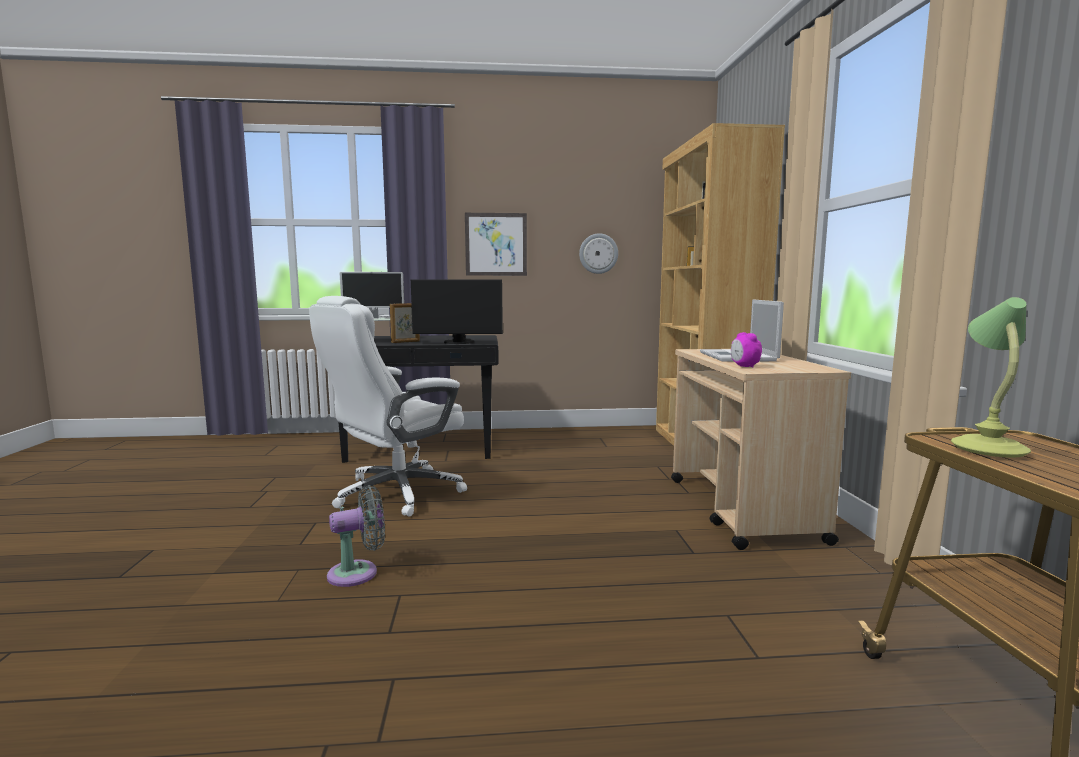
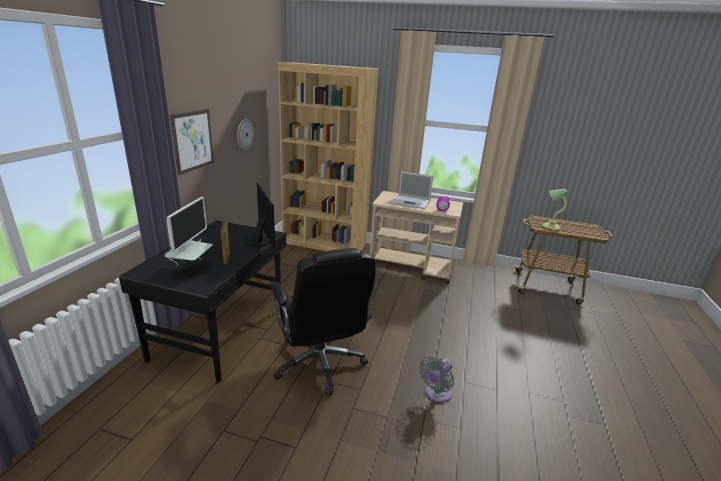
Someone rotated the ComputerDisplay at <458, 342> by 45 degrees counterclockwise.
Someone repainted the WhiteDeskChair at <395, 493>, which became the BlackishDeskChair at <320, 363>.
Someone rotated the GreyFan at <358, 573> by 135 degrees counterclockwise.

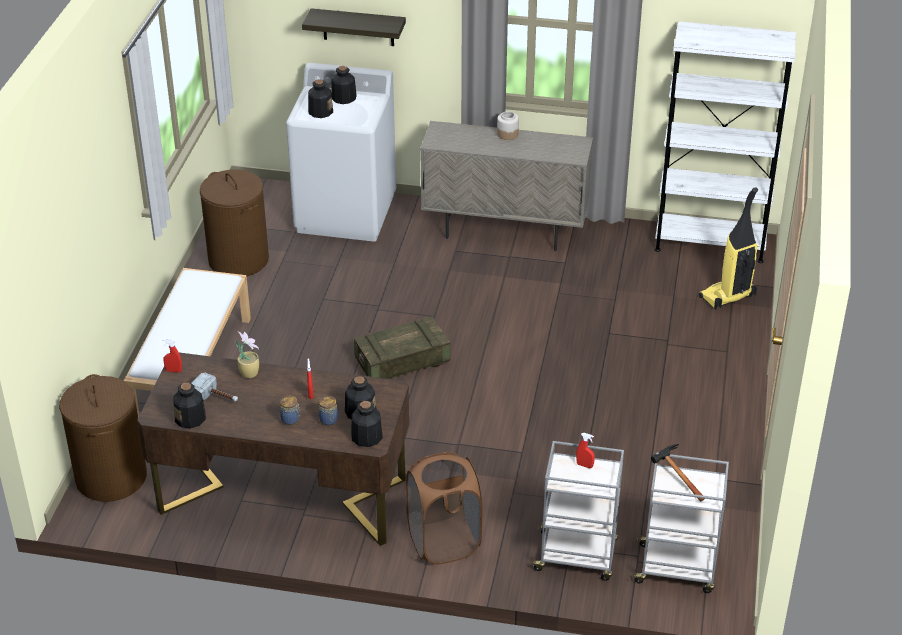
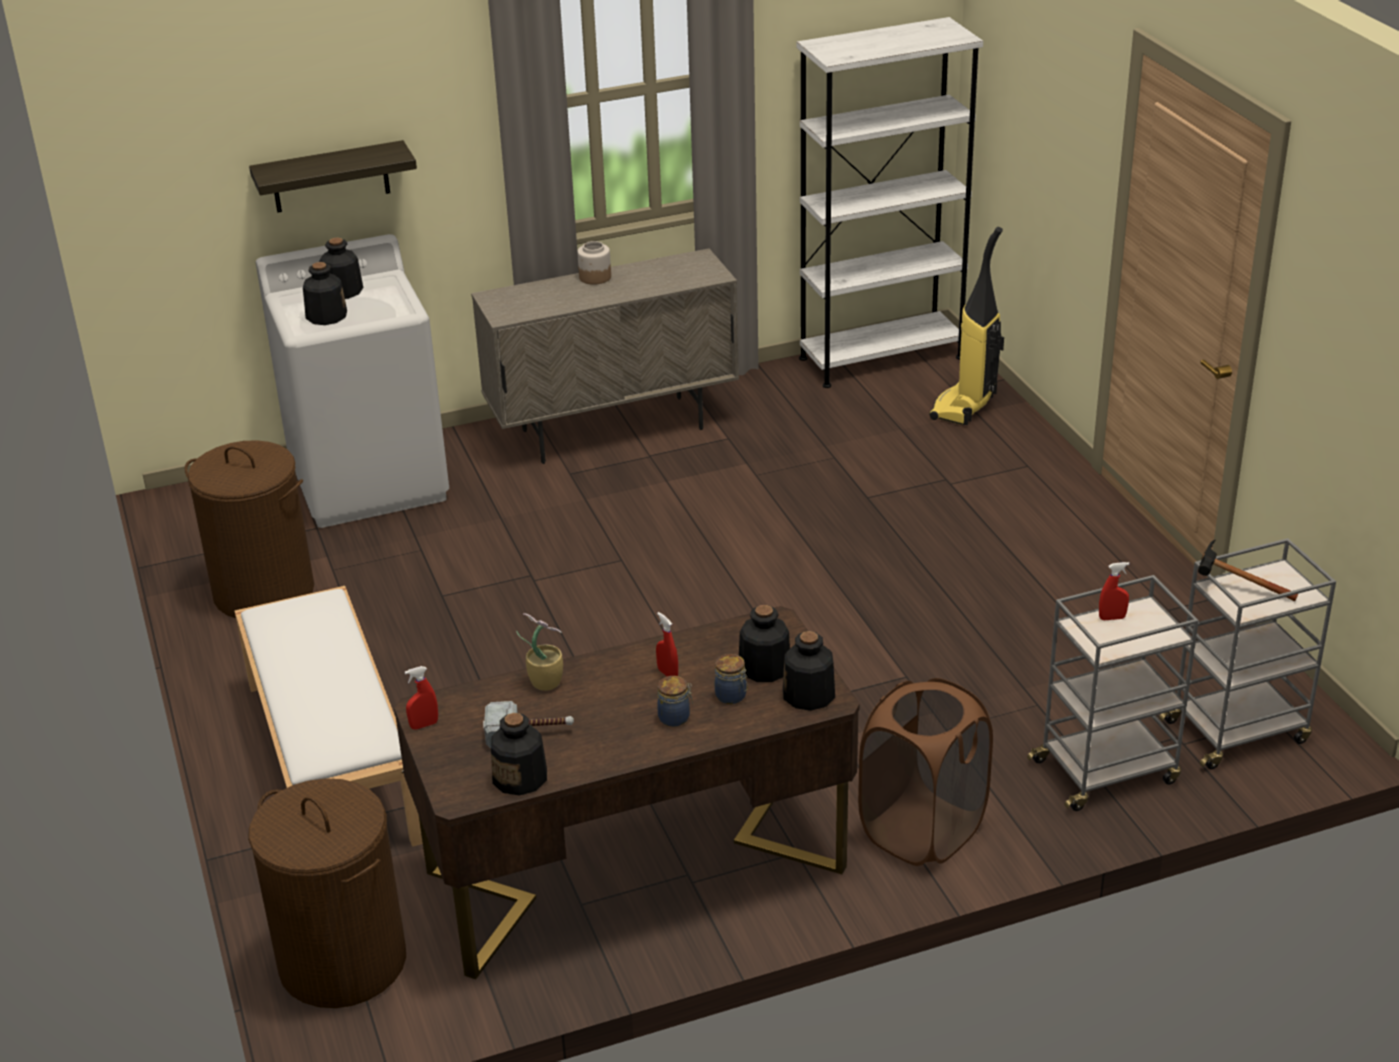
Someone took away the Crate at <402, 362>.

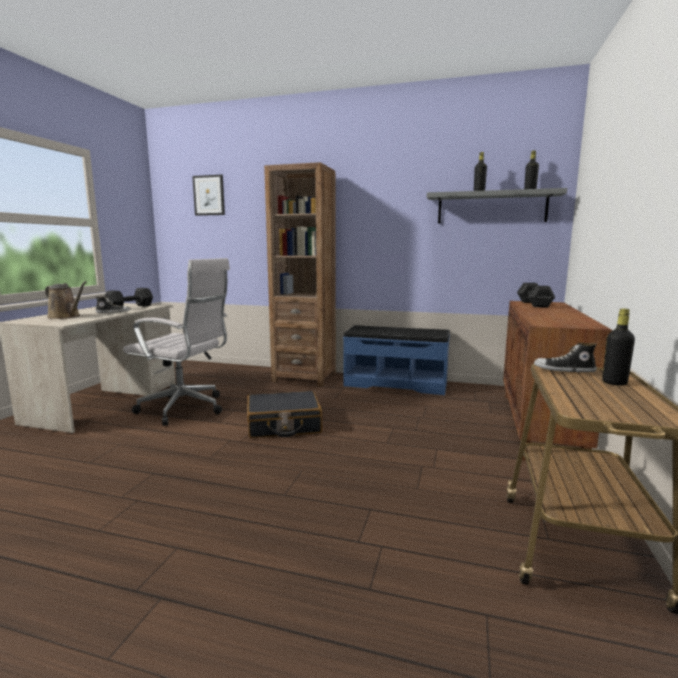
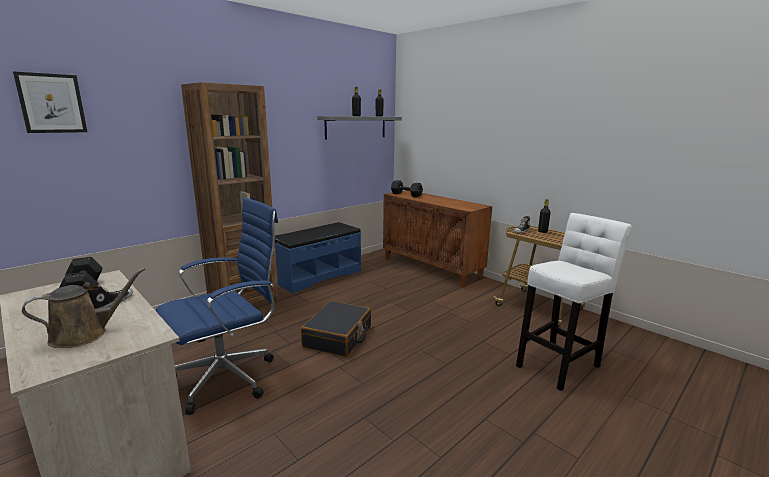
Someone repainted the WhiteDeskChair at <186, 409>, which became the BlueColouredDeskChair at <229, 377>.
Someone put down the WhiteStoolSeat at <560, 364>.

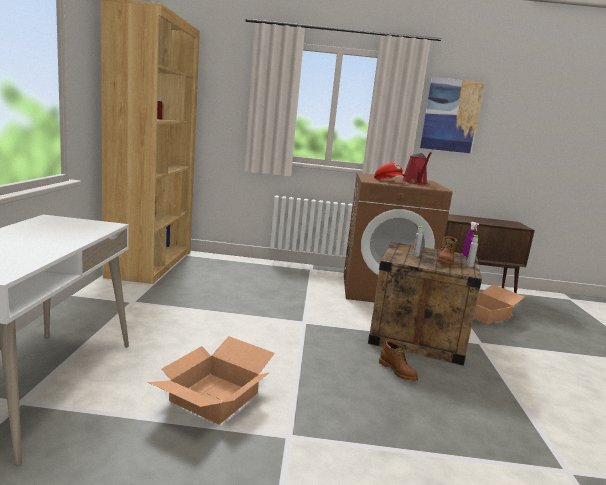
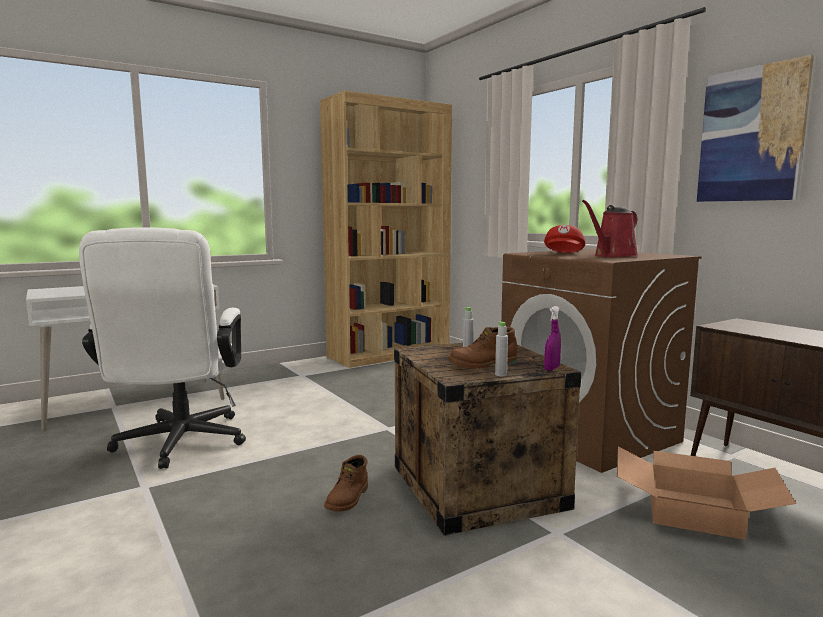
Someone swapped the CardboardBox at <214, 398> for the WhiteDeskChair at <178, 445>.

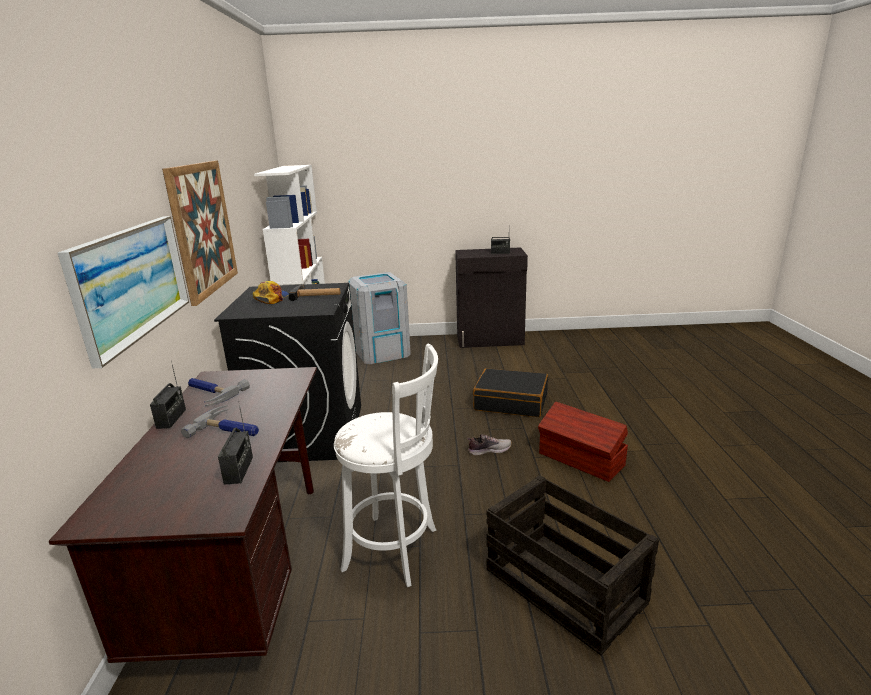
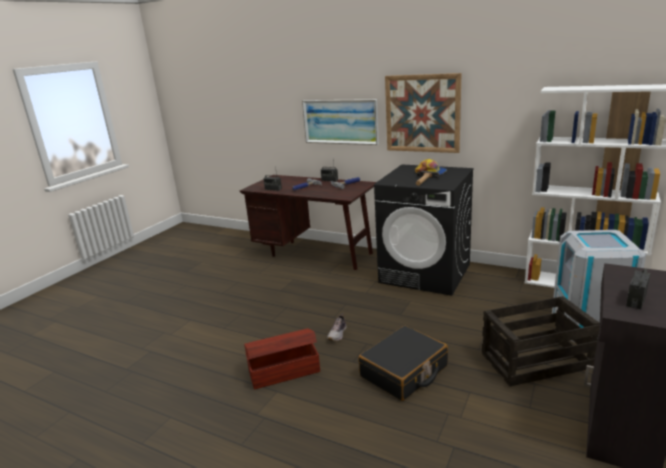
Someone carried the Crate from <563, 586> to <536, 360>.
Someone took away the WhiteStoolSeat at <396, 550>.

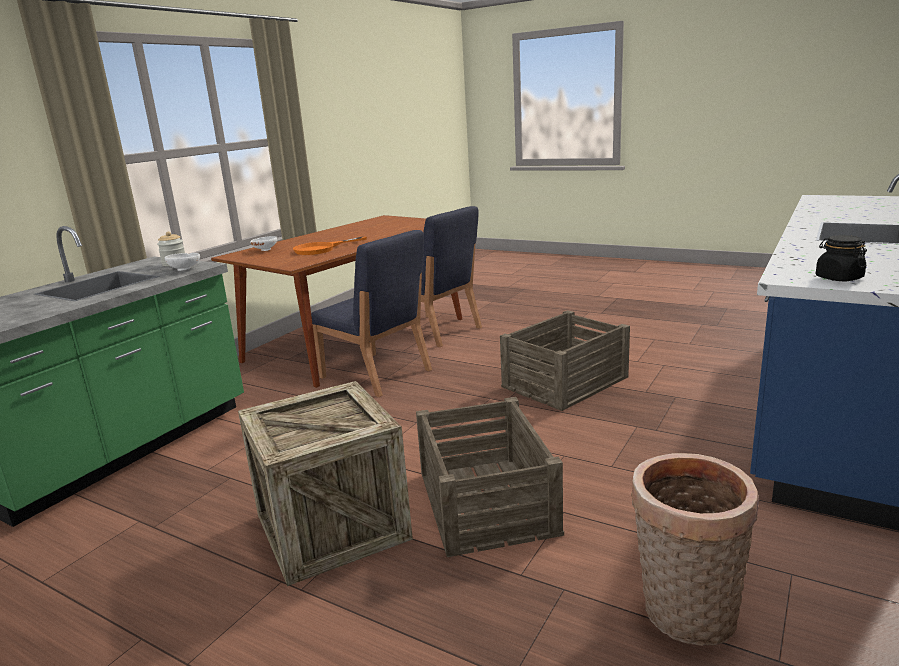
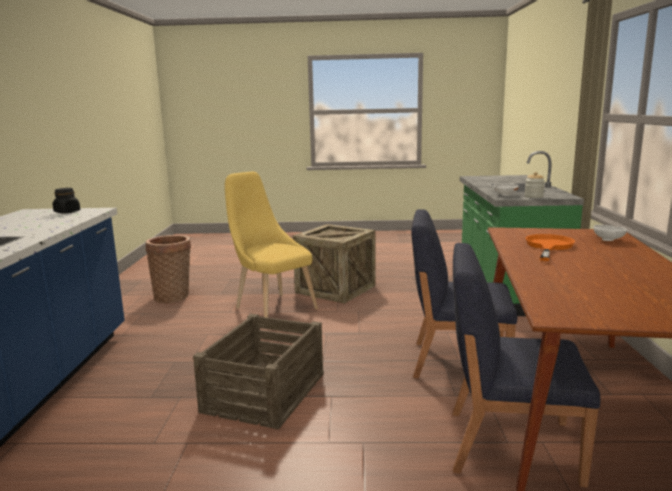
Someone swapped the Crate at <485, 503> for the YellowColouredUprightChair at <272, 307>.

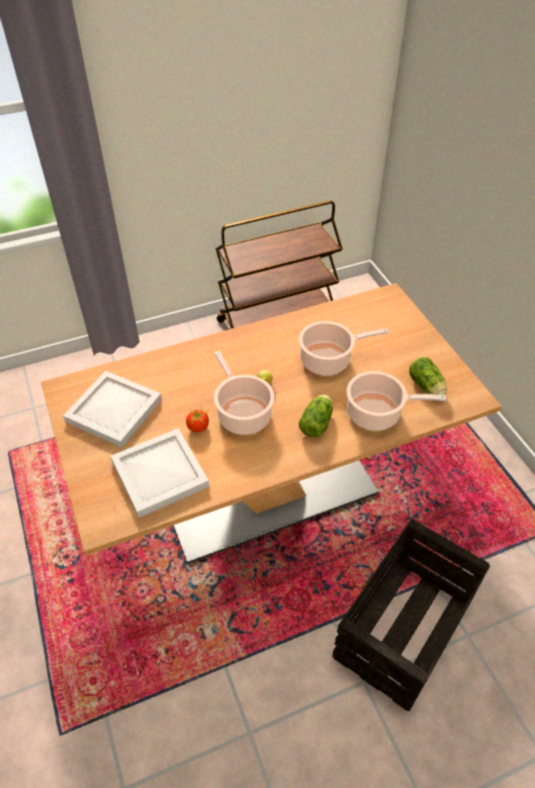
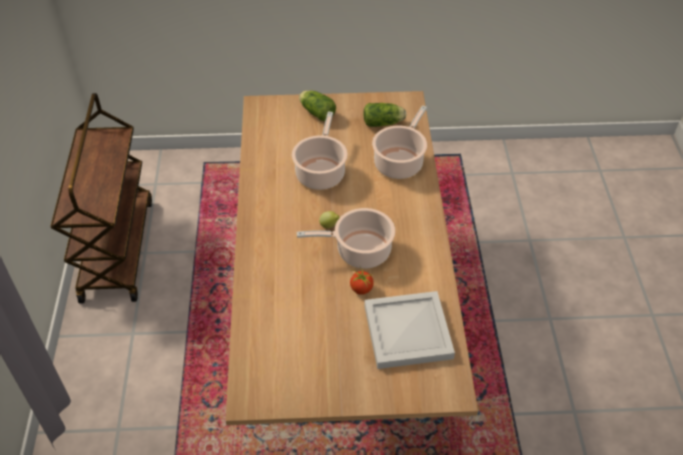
Someone carried the LettuceHead from <317, 422> to <316, 112>.
Someone took away the WhiteServingTray at <114, 409>.
Someone took away the Crate at <404, 626>.

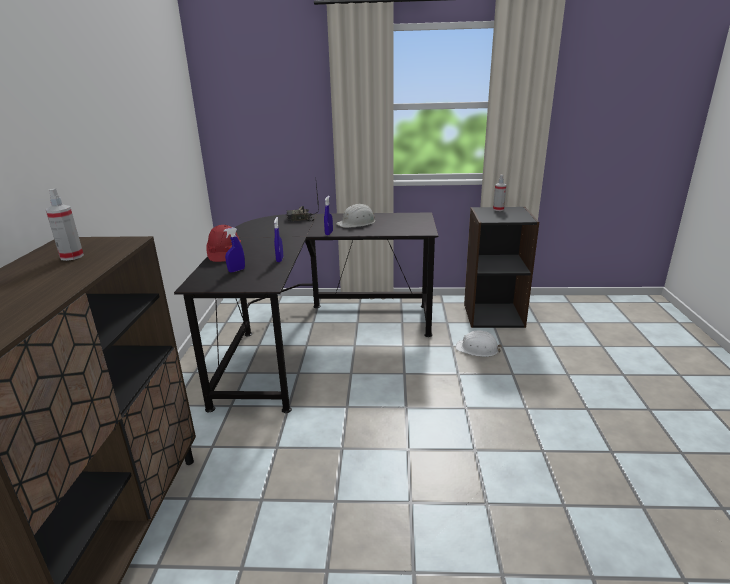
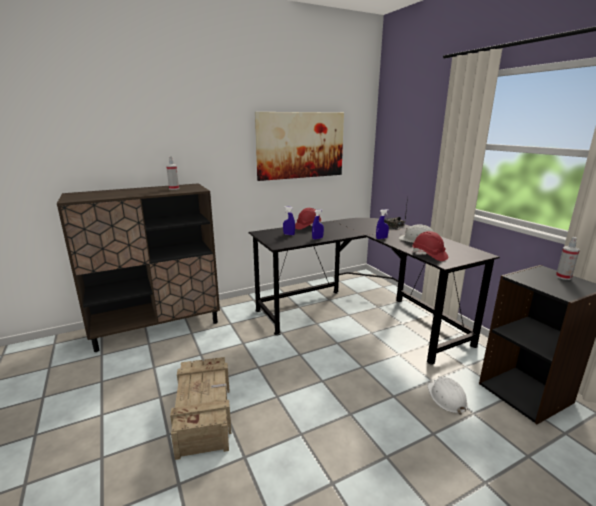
Someone put down the Crate at <204, 413>.
Someone put up the WallPicture at <300, 145>.
Someone put down the RedSafetyHelmet at <429, 255>.

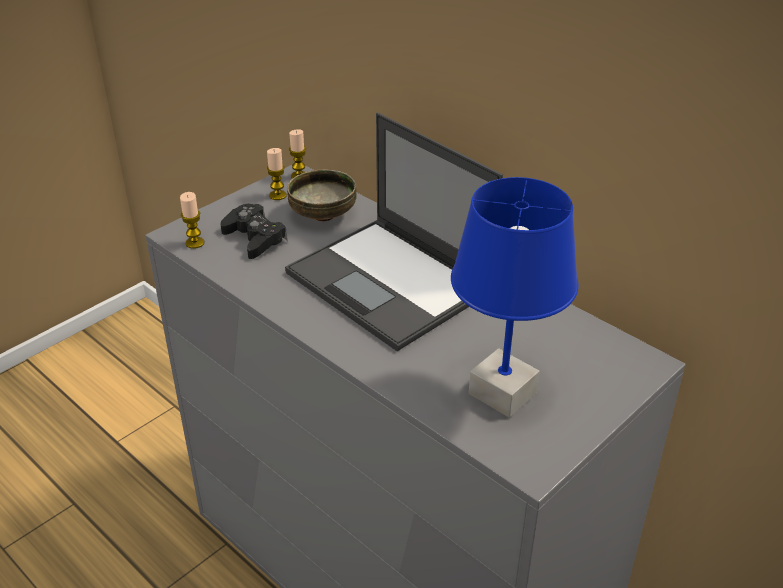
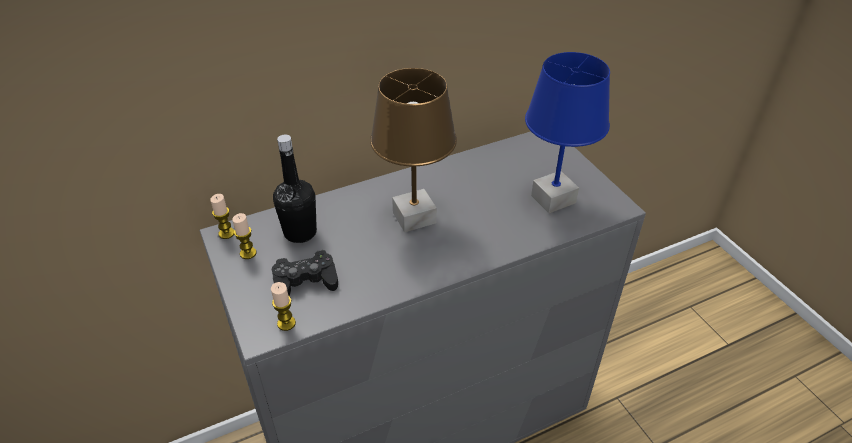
Someone swapped the ServingBowl at <323, 215> for the BlackishDrinkBottle at <300, 232>.
Someone swapped the NotebookComputer at <391, 283> for the BrownTabletopLamp at <414, 217>.

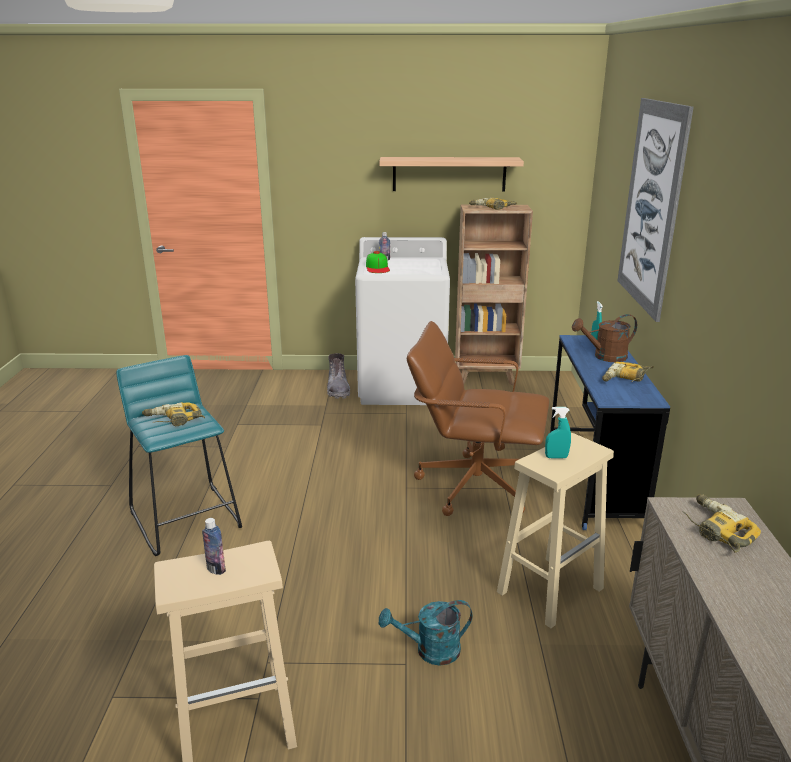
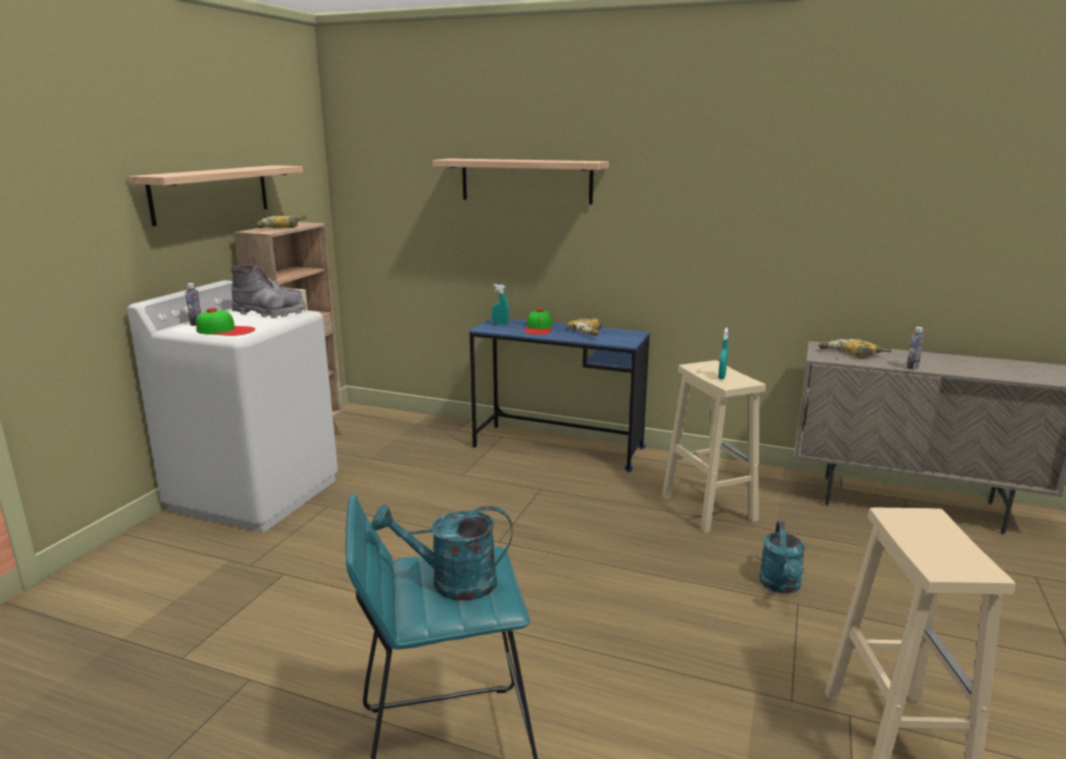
Someone carried the GreyTallBoot from <338, 390> to <269, 313>.
Someone swapped the PowerDrill at <174, 420> for the TurquoiseColouredWateringPot at <451, 582>.
Someone swapped the WallPicture at <651, 206> for the BracketShelf at <526, 181>.
Someone swapped the BrownWateringPot at <605, 357> for the PeakedCap at <539, 328>.
Someone carried the DrinkBottle from <216, 569> to <912, 367>.
Someone took away the BrownDeskChair at <474, 486>.

